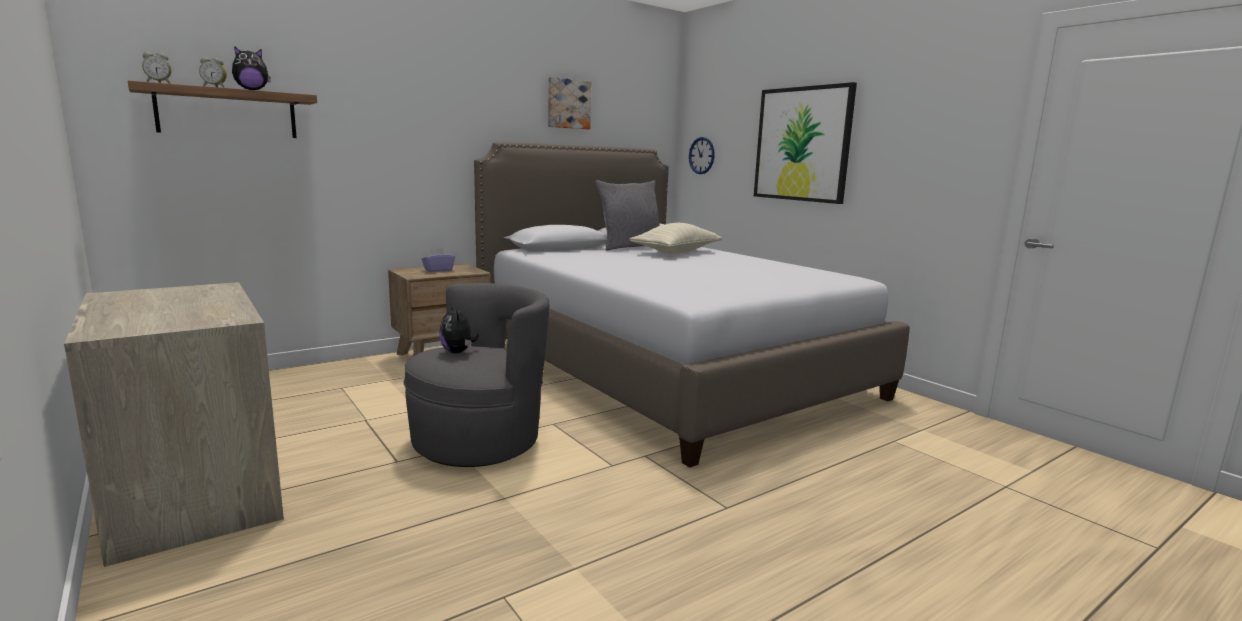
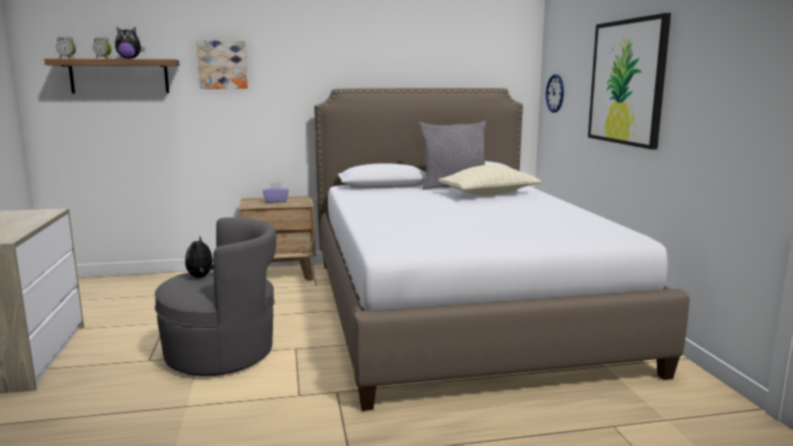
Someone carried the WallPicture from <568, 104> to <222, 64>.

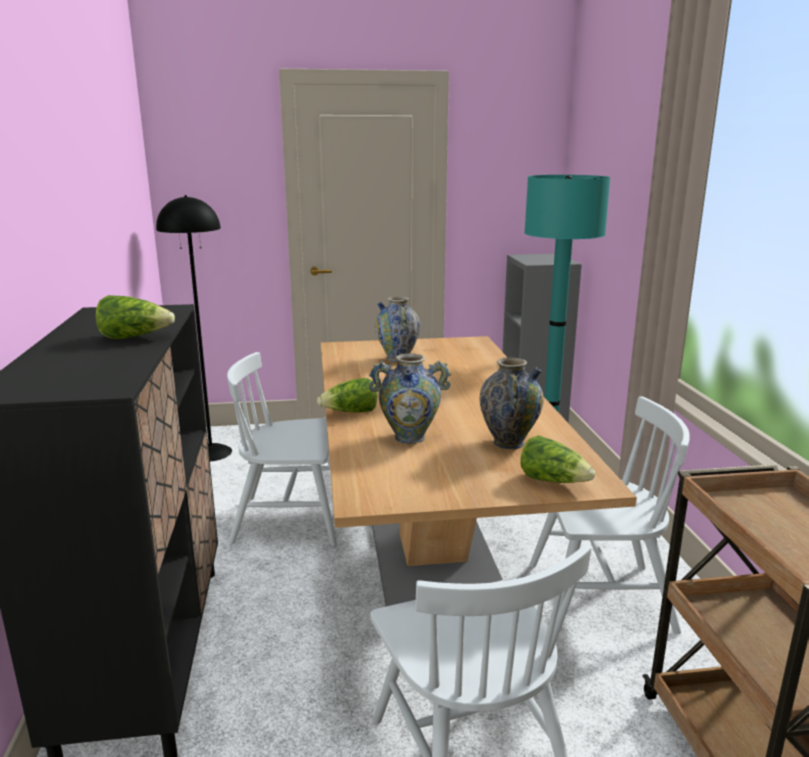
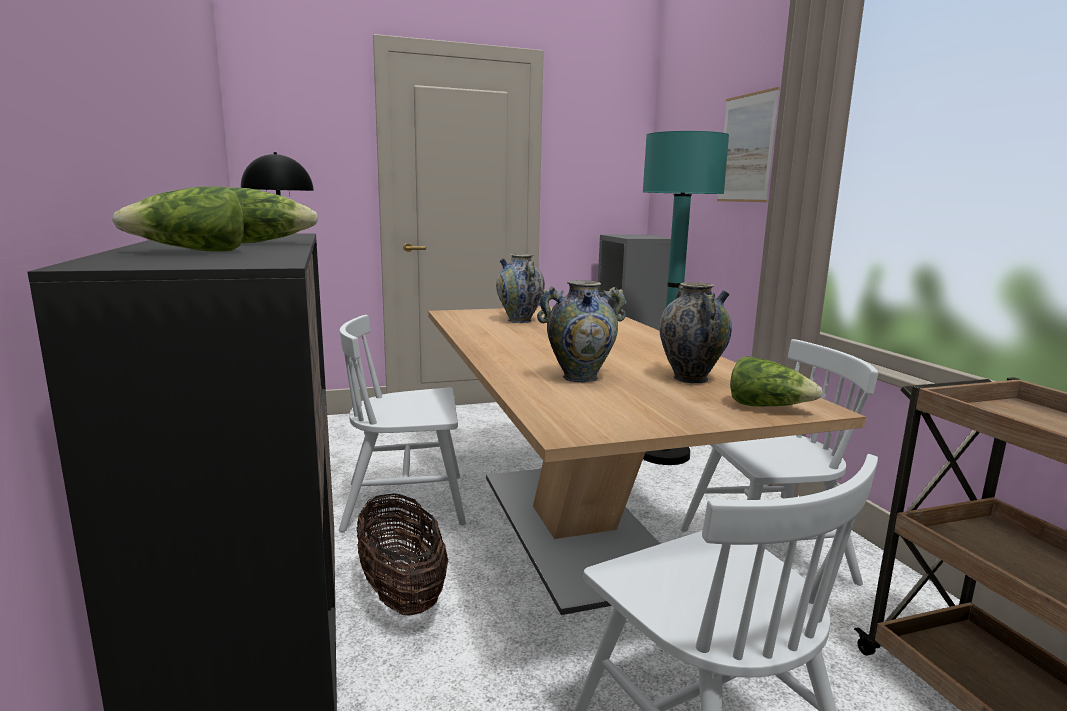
Someone carried the LettuceHead from <351, 412> to <192, 252>.
Someone put down the StorageBasket at <402, 593>.
Someone put up the WallPicture at <746, 148>.

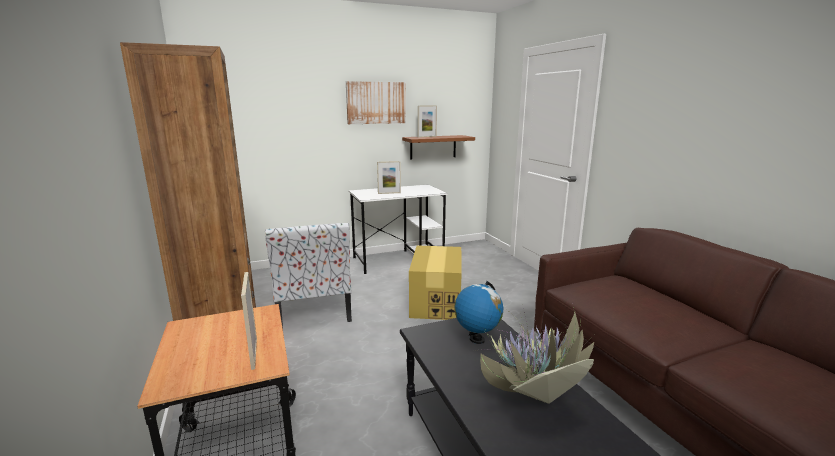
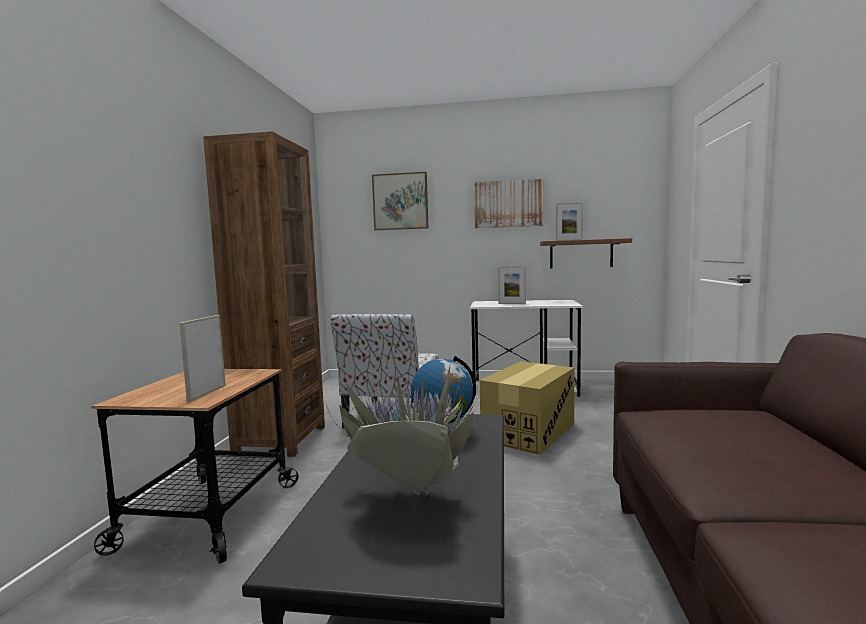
Someone put up the WallPicture at <400, 201>.

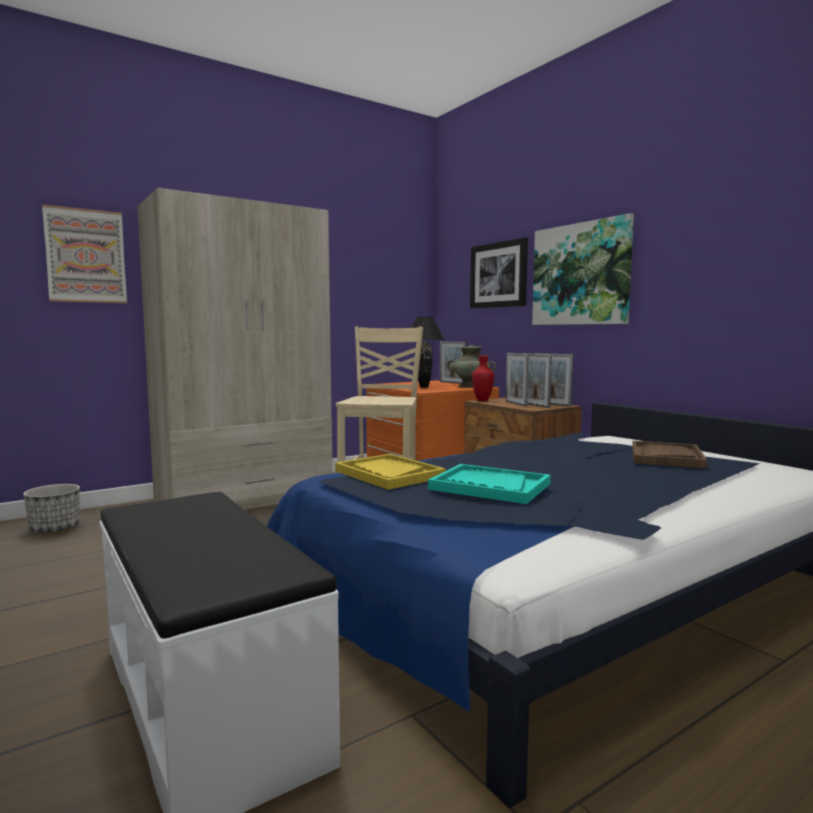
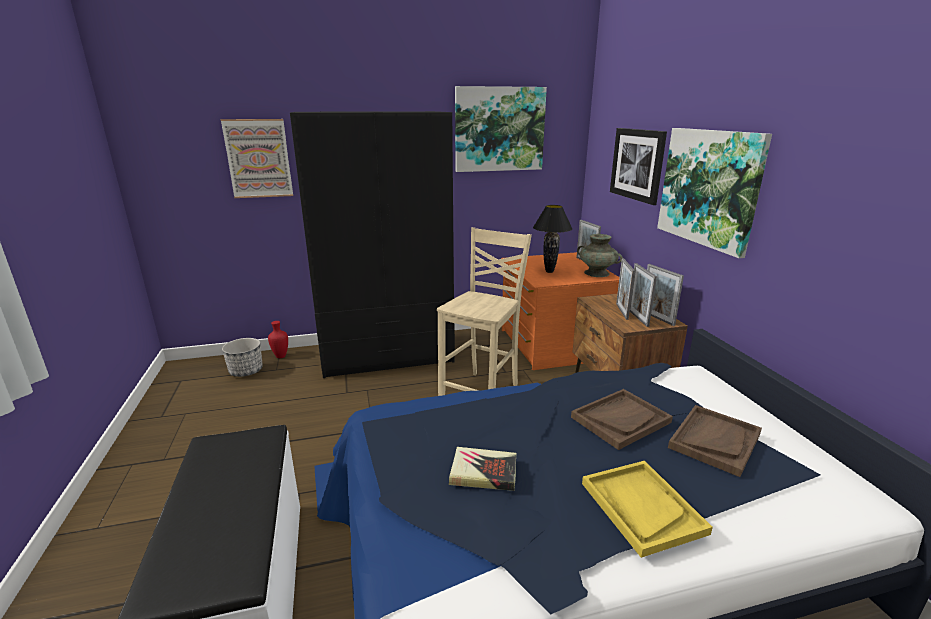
Someone carried the RedDecorativeVase from <481, 400> to <280, 356>.
Someone repainted the BeigeWardrobe at <245, 497>, which became the BlackishWardrobe at <387, 354>.
Someone swapped the TurquoiseColouredServingTray at <489, 487> for the Volume at <483, 473>.
Someone put up the WallPicture at <499, 129>.
Someone put down the BrownServingTray at <620, 420>.
Someone carried the YellowColouredServingTray from <388, 474> to <641, 507>.

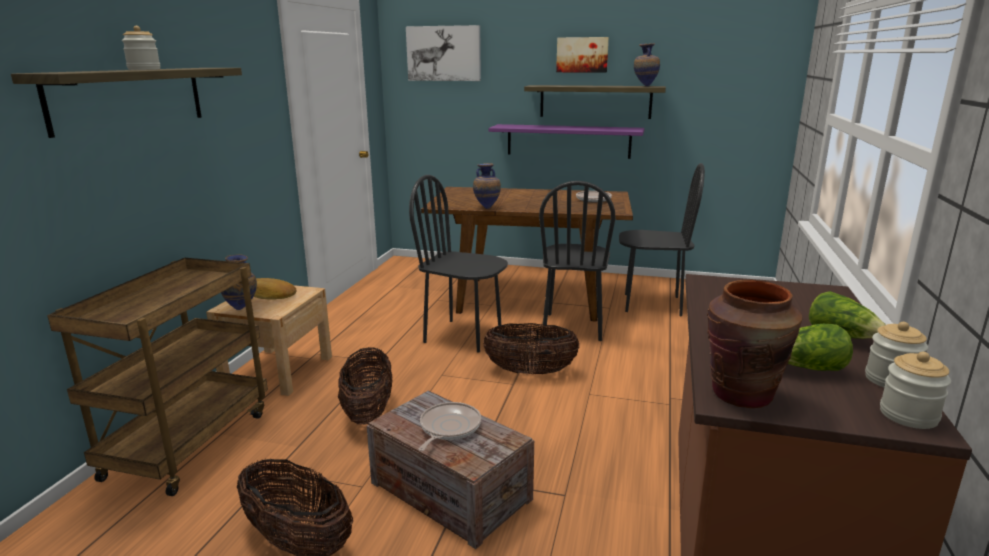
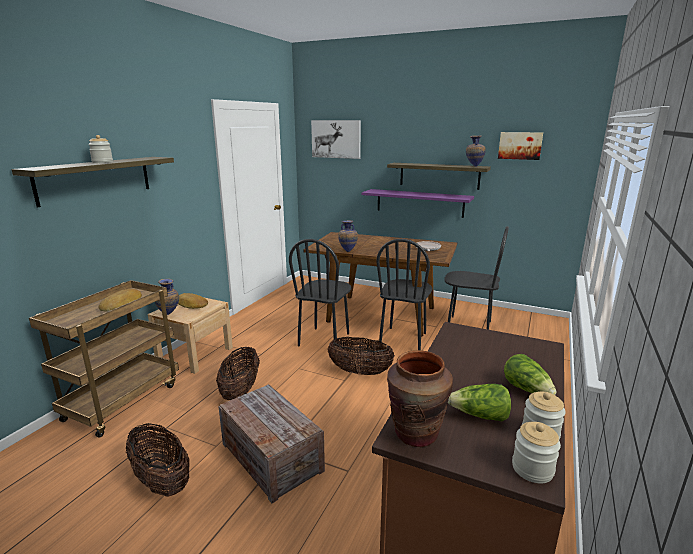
Someone put down the Bread at <122, 304>.
Someone rotated the BlackishUprightChair at <463, 336> by 105 degrees counterclockwise.
Someone carried the WallPicture from <582, 54> to <520, 145>.
Someone took away the Pan at <448, 428>.

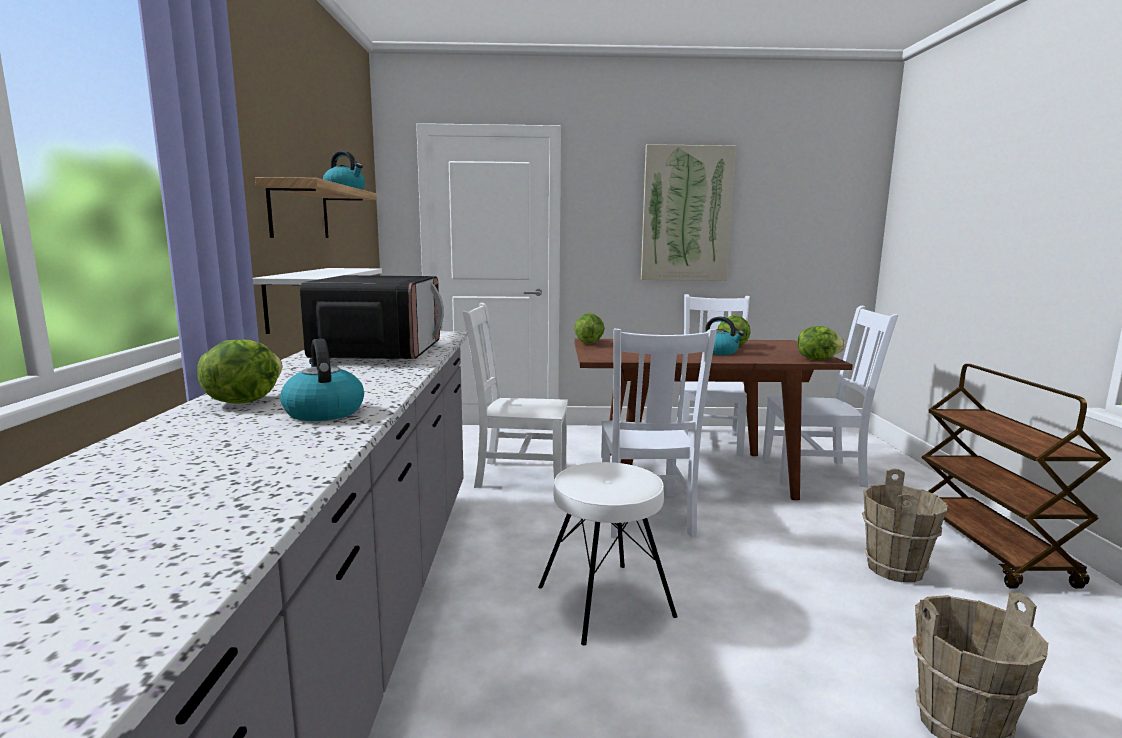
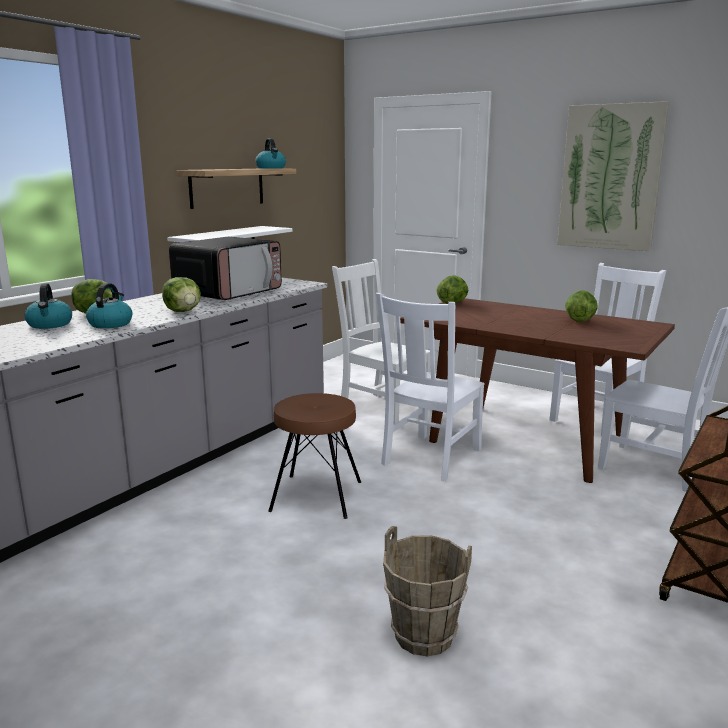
Someone carried the WaterKettle from <719, 352> to <50, 325>.
Someone carried the LettuceHead from <817, 359> to <183, 311>.
Someone repainted the WhiteStoolSeat at <605, 600>, which became the BrownStoolSeat at <317, 495>.
Someone took away the BrownBucket at <895, 569>.

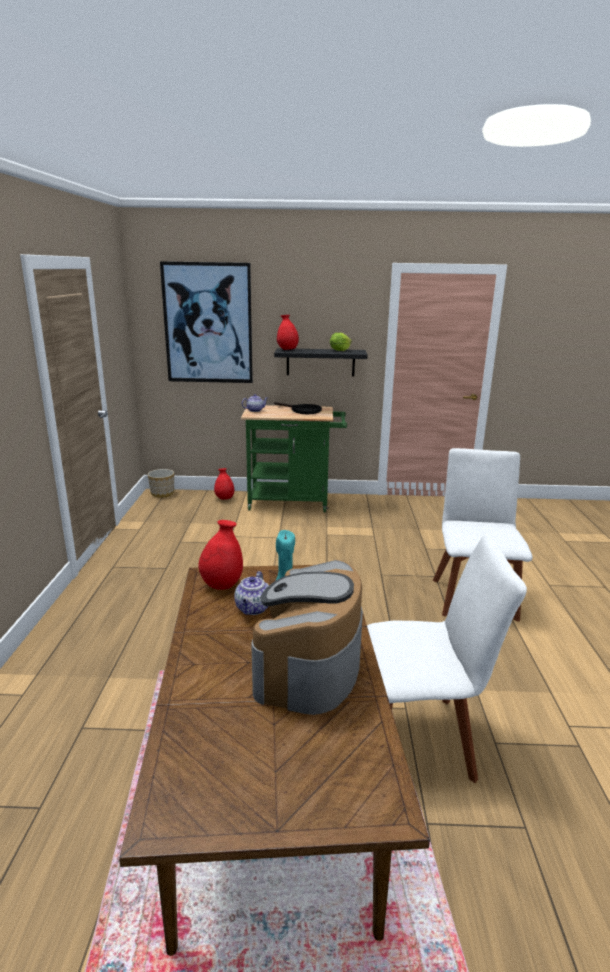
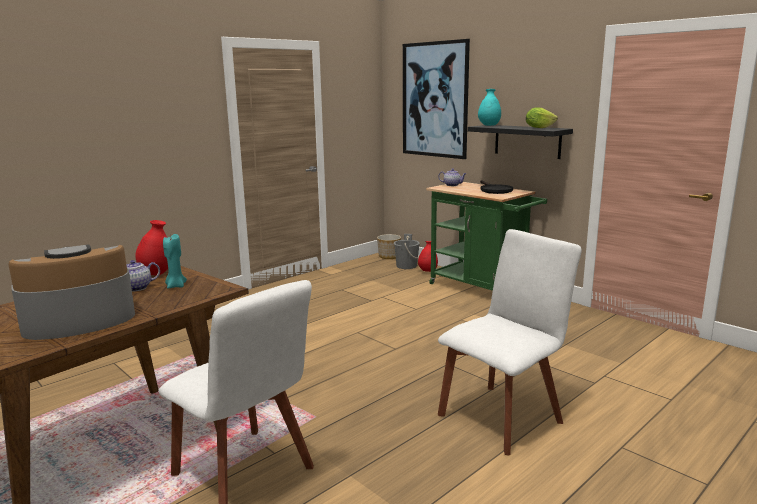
Someone put down the GreyBucket at <406, 266>.
Someone repainted the RedDecorativeVase at <287, 350>, which became the TurquoiseColouredDecorativeVase at <489, 125>.

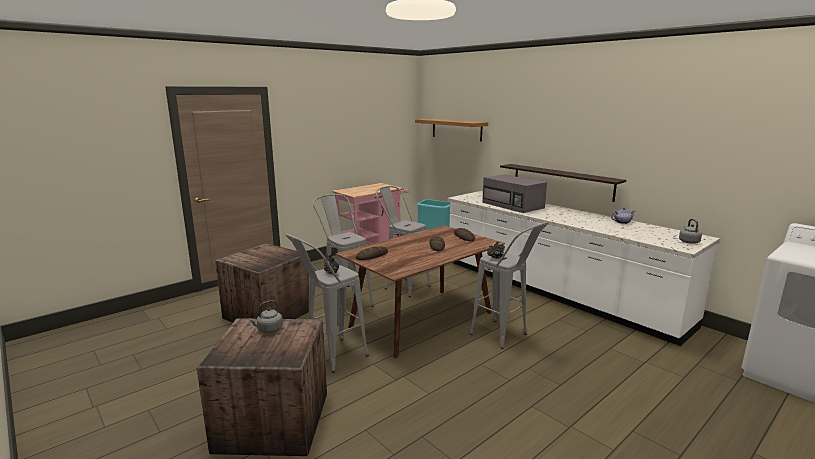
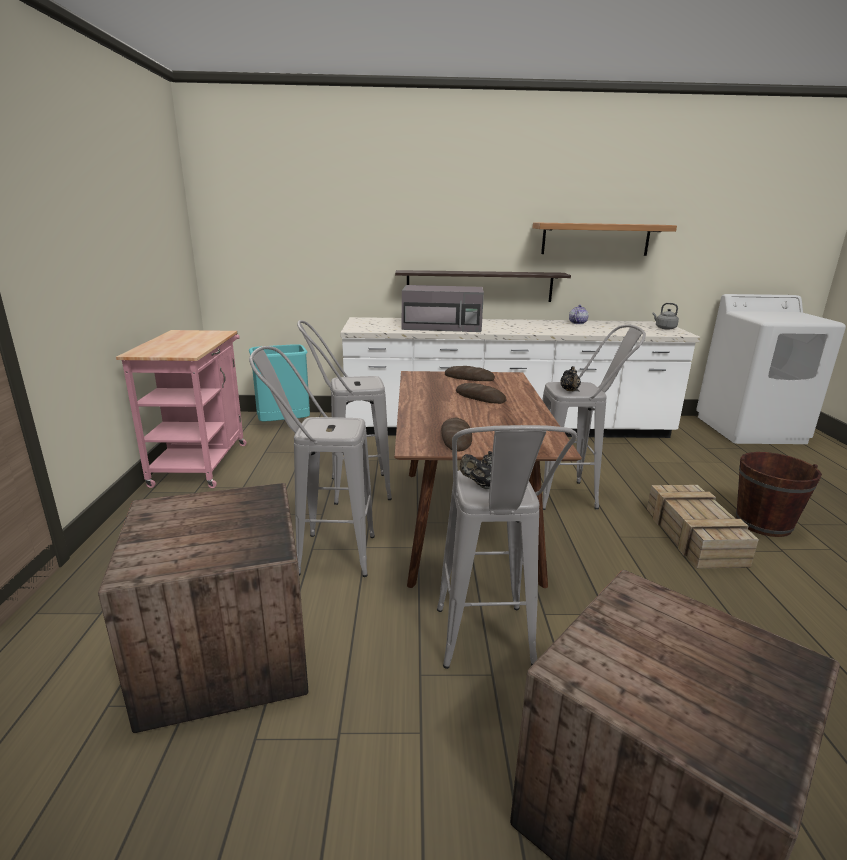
Someone carried the BracketShelf from <456, 129> to <595, 239>.
Someone put down the Crate at <695, 537>.
Someone put down the BrownBucket at <763, 523>.
Someone took away the GreyWaterKettle at <268, 330>.

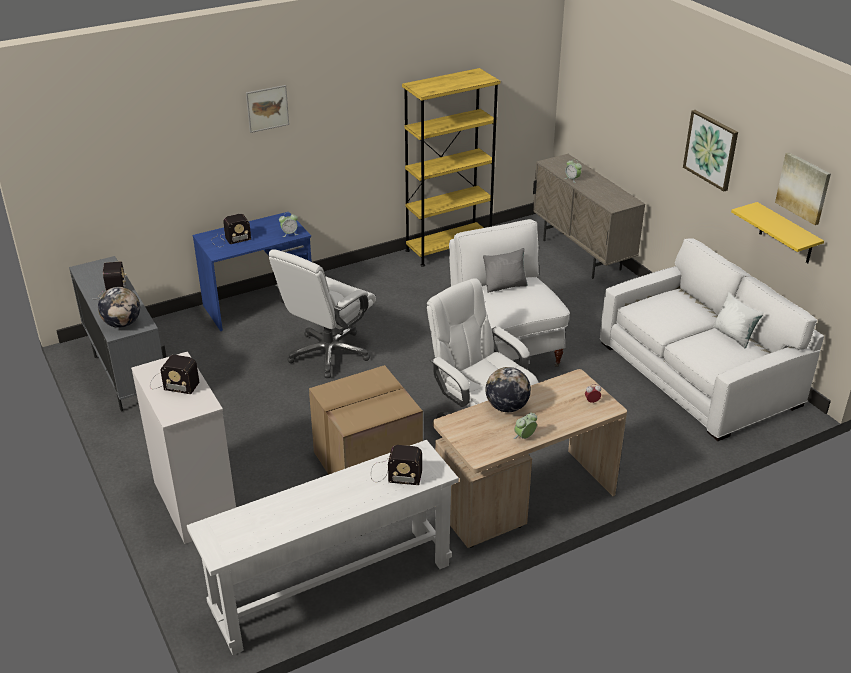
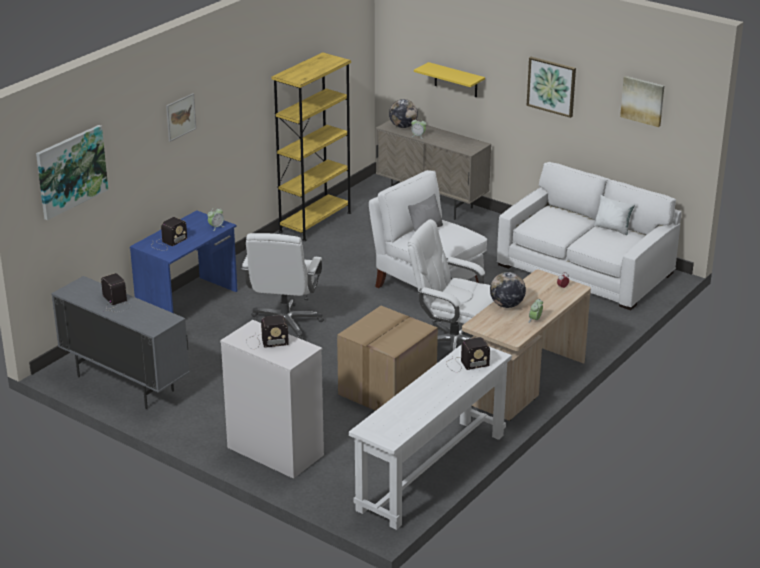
Someone put up the WallPicture at <71, 171>.
Someone carried the DeskGlobe from <122, 324> to <403, 126>.
Someone carried the YellowColouredBracketShelf from <786, 234> to <456, 80>.

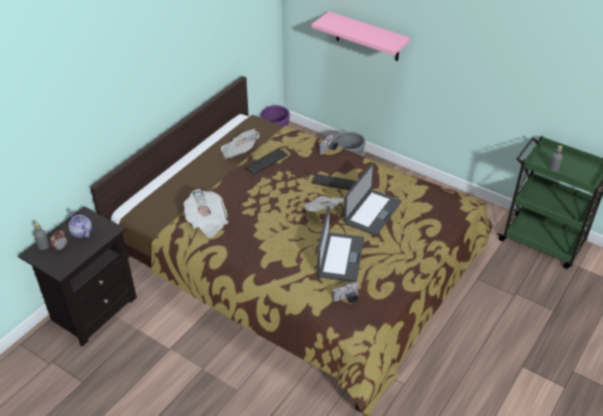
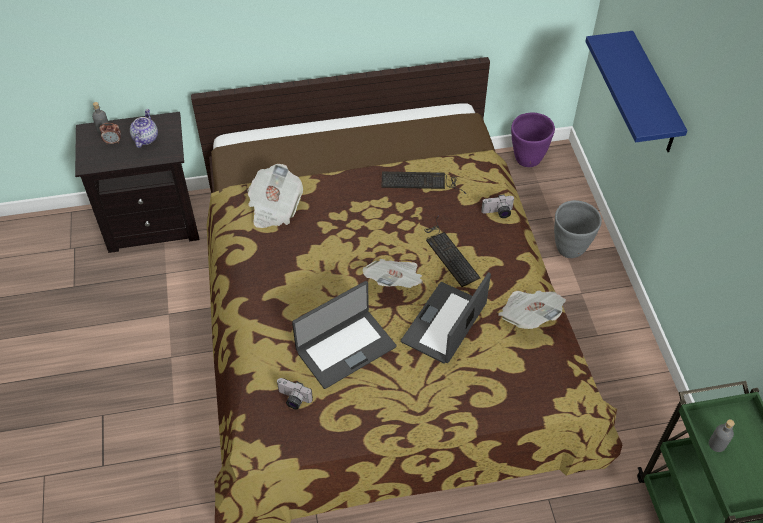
Someone rotated the NotebookComputer at <372, 212> by 135 degrees clockwise.
Someone carried the Newspaper from <239, 152> to <529, 316>.
Someone repainted the PinkBracketShelf at <367, 37>, which became the BlueColouredBracketShelf at <653, 95>.

